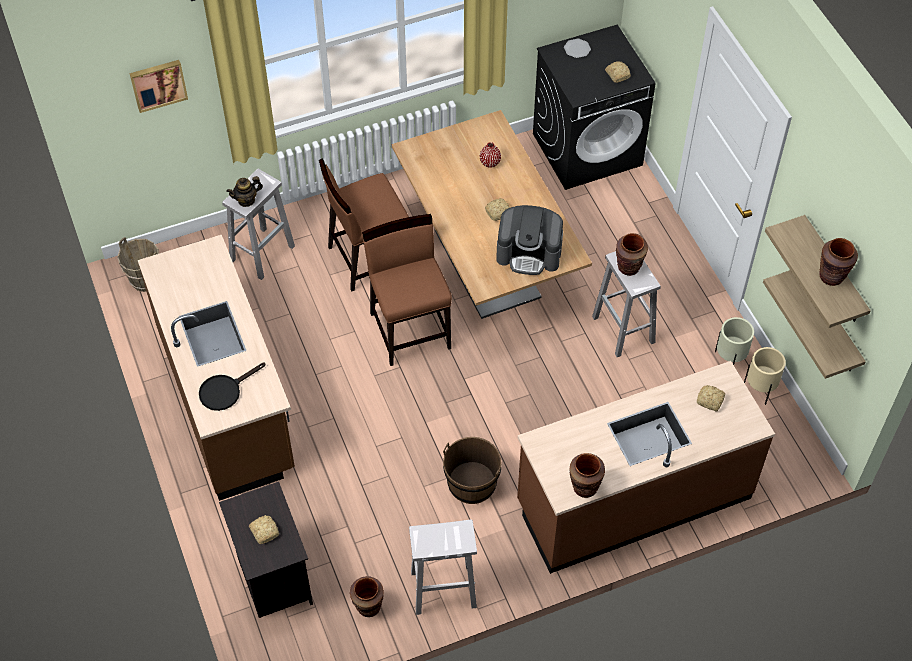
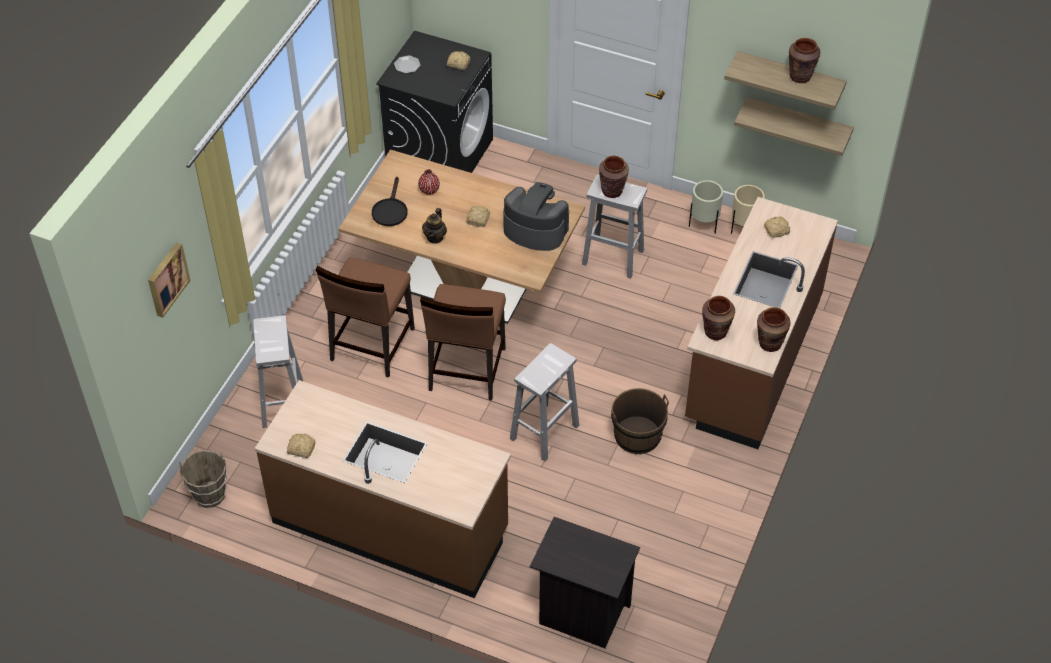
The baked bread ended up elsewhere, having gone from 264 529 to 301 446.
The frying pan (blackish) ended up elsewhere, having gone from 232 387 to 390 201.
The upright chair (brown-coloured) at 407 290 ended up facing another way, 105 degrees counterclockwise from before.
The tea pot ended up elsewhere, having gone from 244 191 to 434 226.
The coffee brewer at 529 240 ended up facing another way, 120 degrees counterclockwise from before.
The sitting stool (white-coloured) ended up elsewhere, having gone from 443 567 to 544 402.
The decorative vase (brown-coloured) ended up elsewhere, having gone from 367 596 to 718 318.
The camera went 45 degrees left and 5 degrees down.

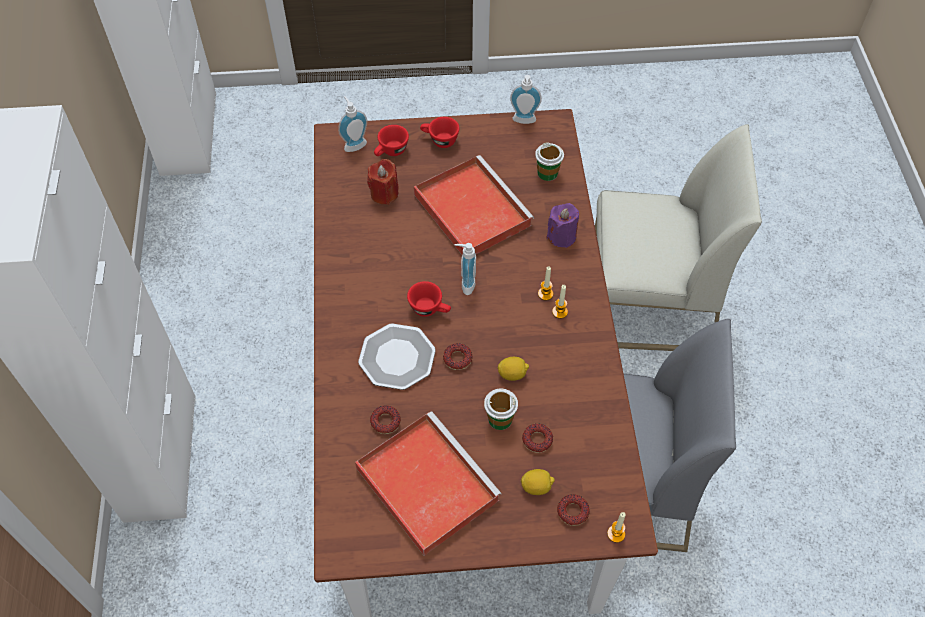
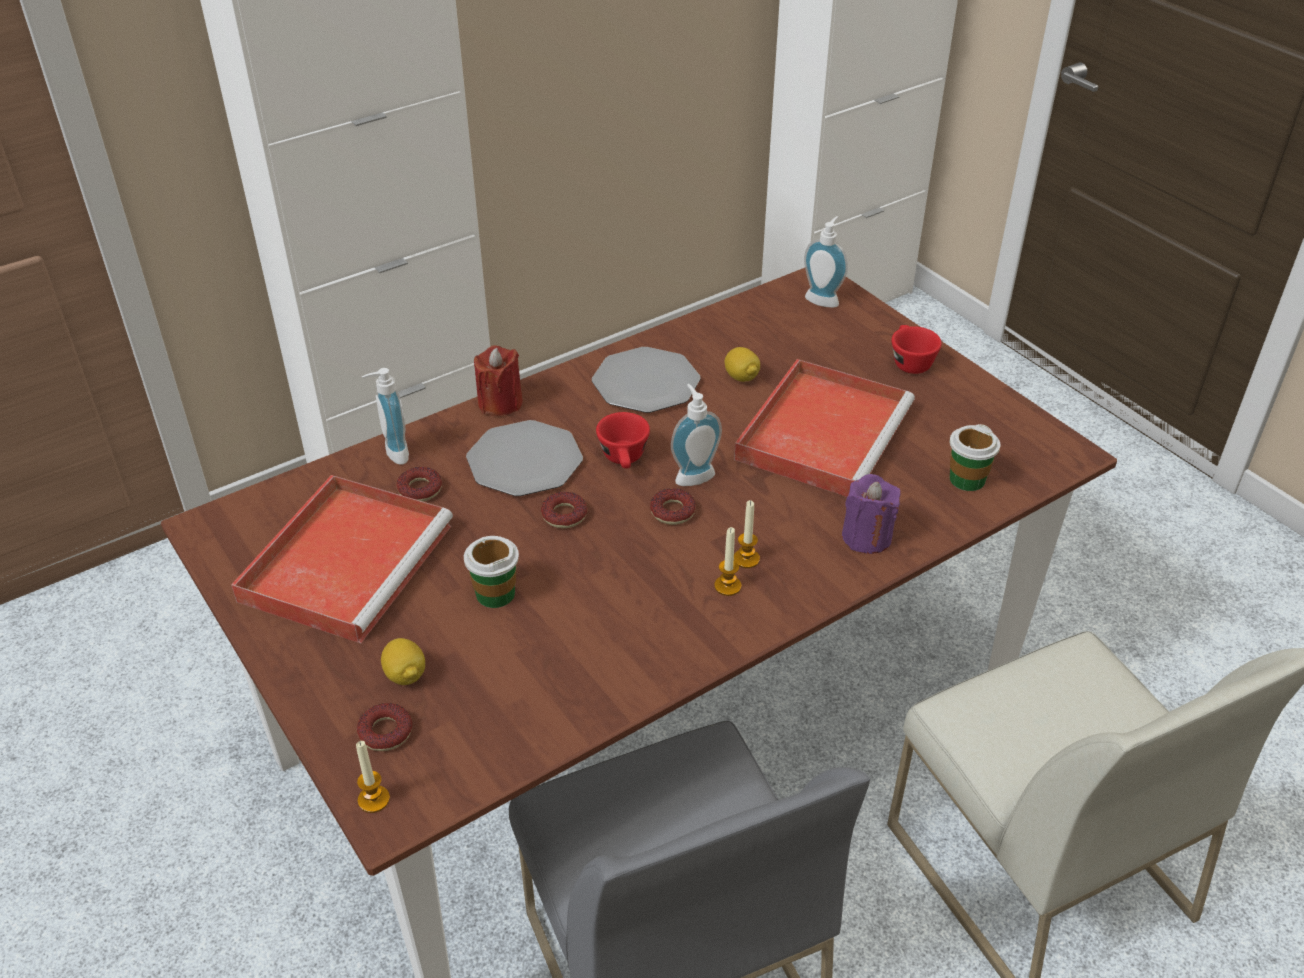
The soap bottle ended up elsewhere, having gone from 526 99 to 385 416.
The wax light (red) ended up elsewhere, having gone from 383 182 to 498 380.
The second view gained the flat dish at 646 380.
The ring doughnut ended up elsewhere, having gone from 537 438 to 673 506.
The lemon ended up elsewhere, having gone from 513 369 to 742 364.
The second view lost the drinking cup (red) at 391 140.
The camera went 60 degrees right and 15 degrees down.

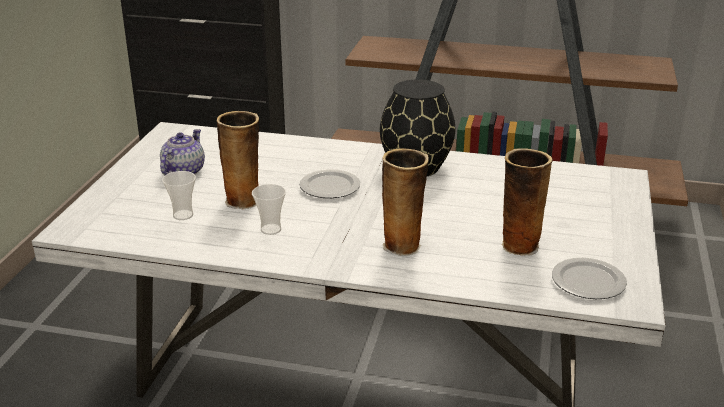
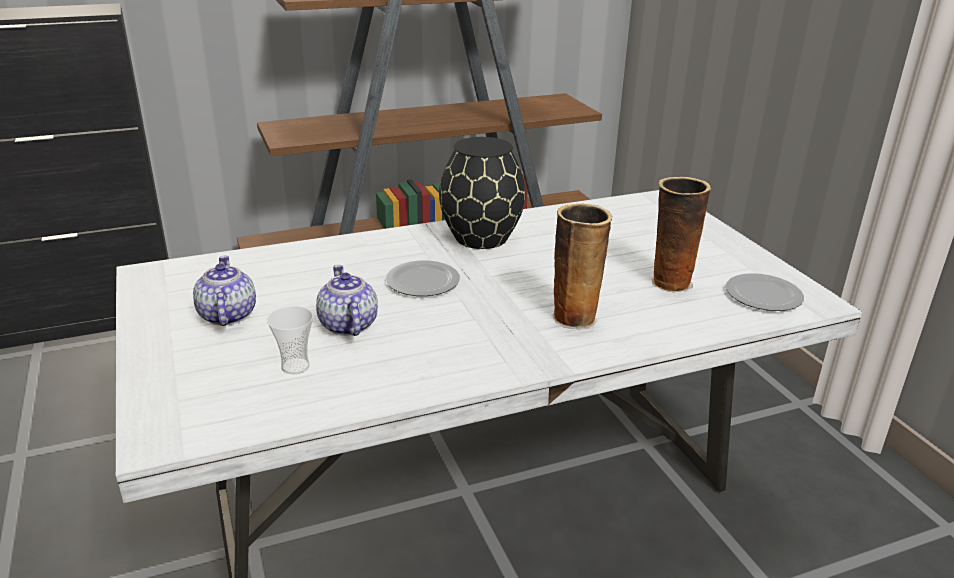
Where the decorative vase stood at 238 160, the tea pot came to stand at 347 300.
The second view lost the drinking cup at 269 209.
The camera went 35 degrees left and 0 degrees up.

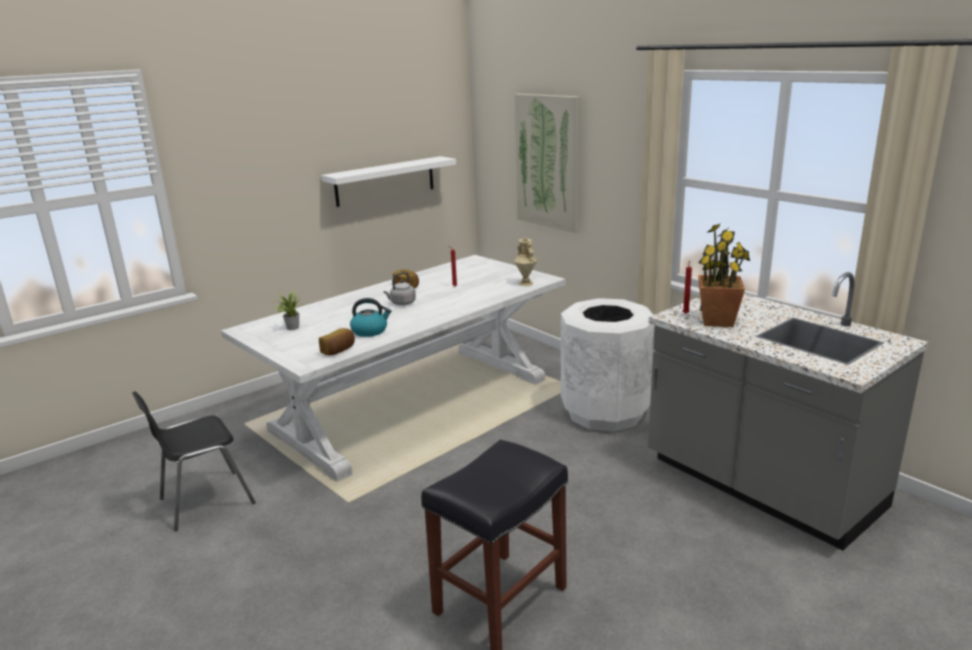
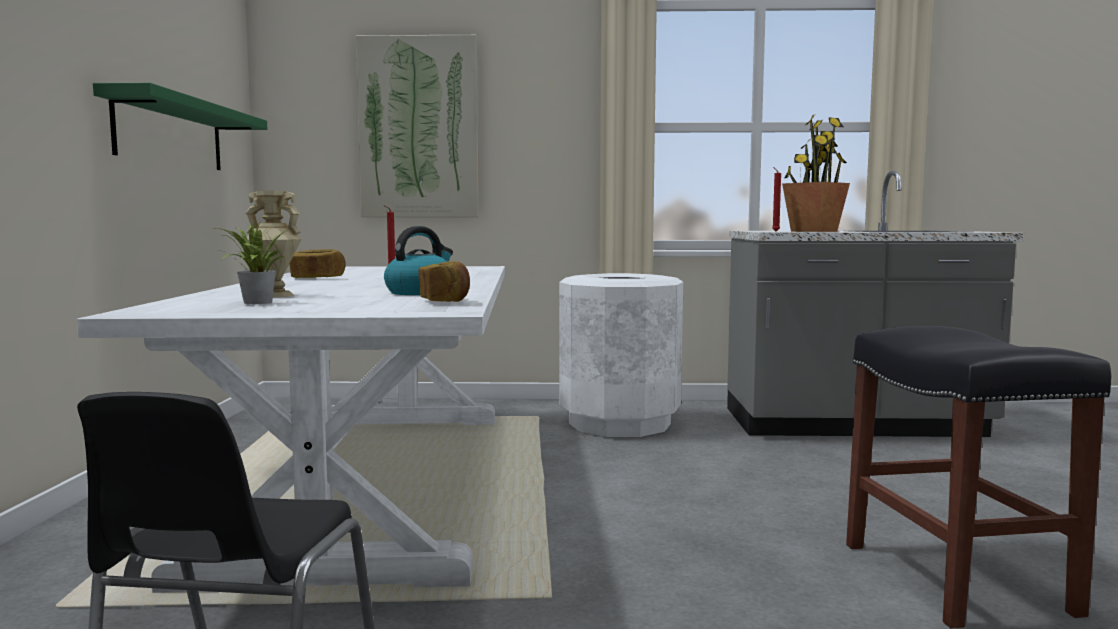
What was the bracket shelf (white-coloured) at 388 181 turned into the bracket shelf (green) at 180 126.
The decorative vase (beige) ended up elsewhere, having gone from 525 262 to 274 244.
The second view lost the kettle (grey) at 400 288.
The camera went 50 degrees left and 15 degrees down.

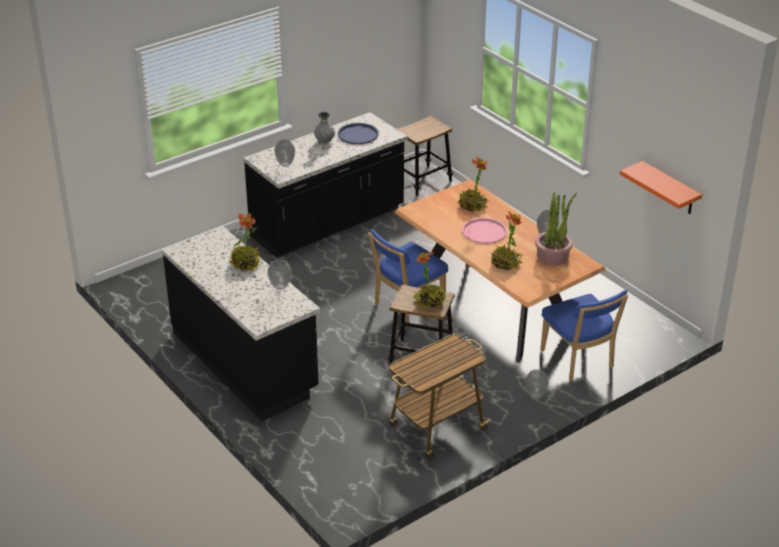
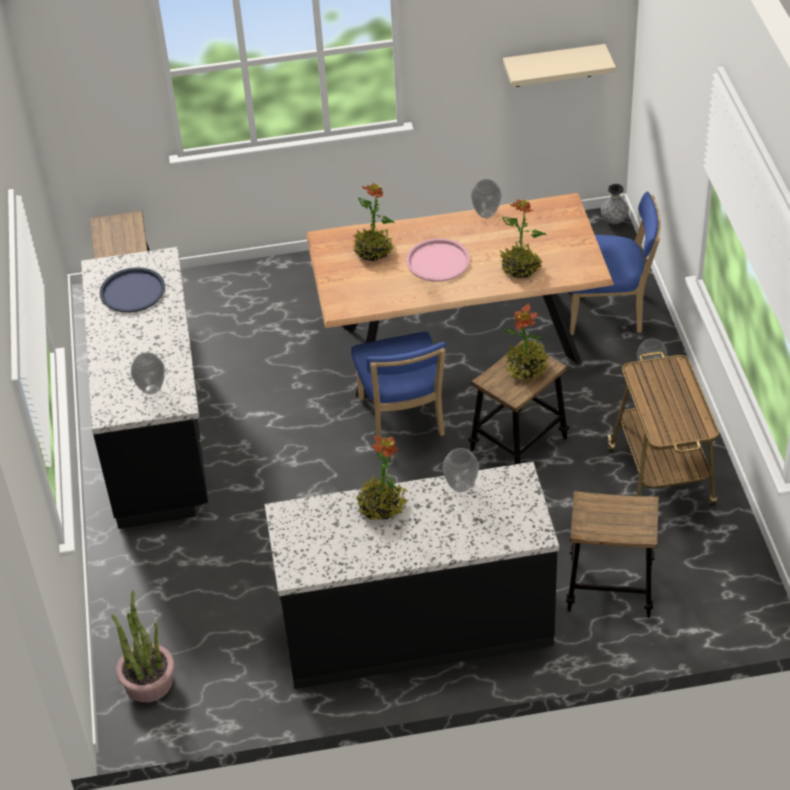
The potted plant ended up elsewhere, having gone from 556 228 to 142 646.
What was the bracket shelf (orange-coloured) at 661 187 turned into the bracket shelf (beige) at 559 65.
The second view gained the sitting stool at 612 554.
The decorative vase (grey) ended up elsewhere, having gone from 324 127 to 615 204.
The camera went 60 degrees left and 10 degrees up.

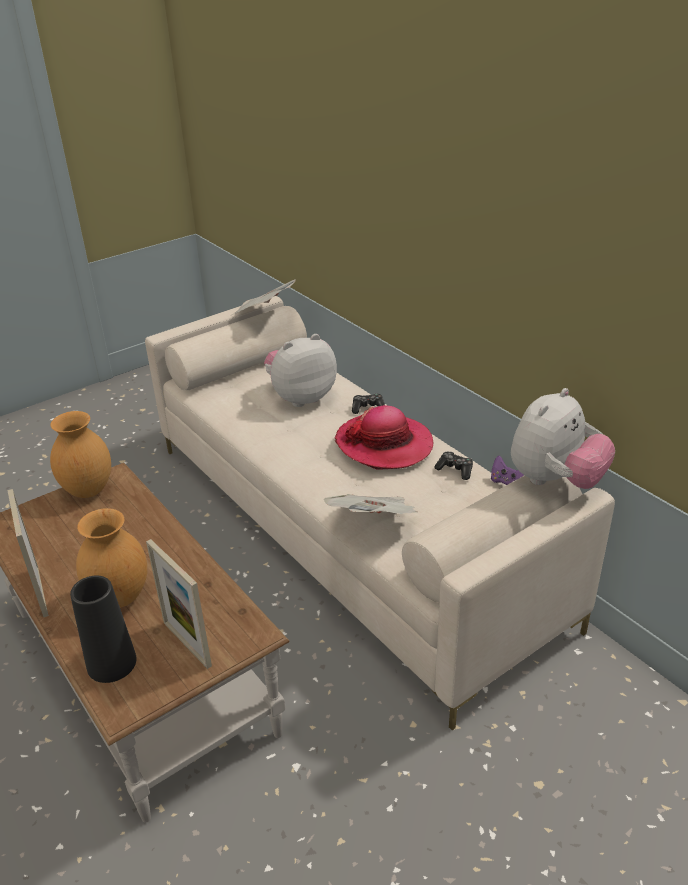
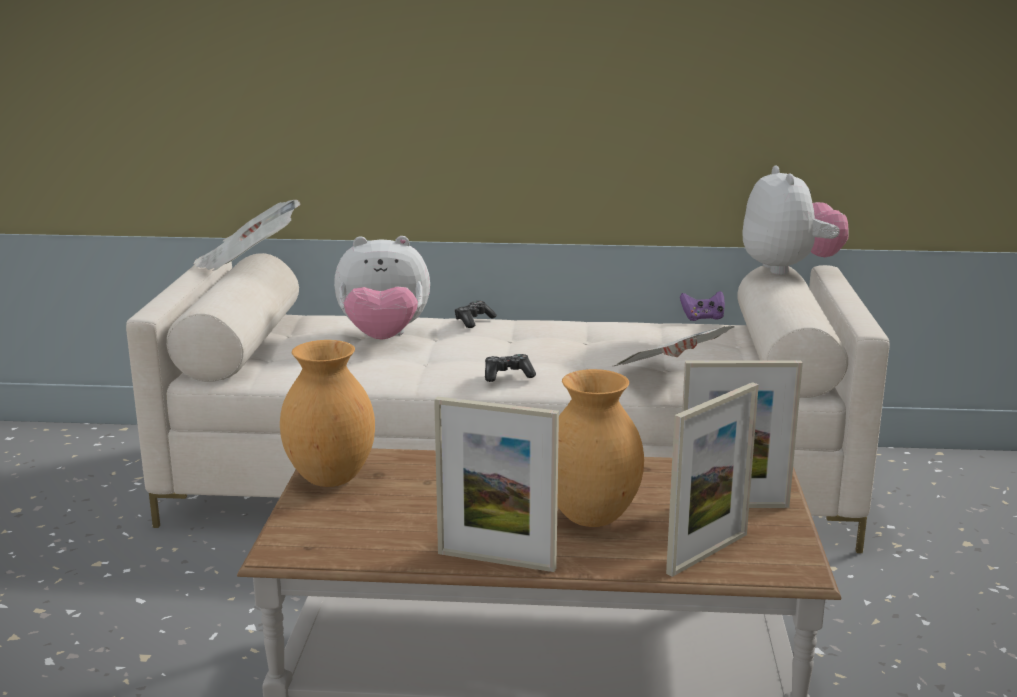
The soft toy at 300 370 ended up facing another way, 105 degrees counterclockwise from before.
The game controller ended up elsewhere, having gone from 453 466 to 510 368.
Where the decorative vase (blackish) stood at 103 629, the standing frame came to stand at 712 479.
The second view lost the clothing hat at 383 437.
The camera went 50 degrees left and 15 degrees down.

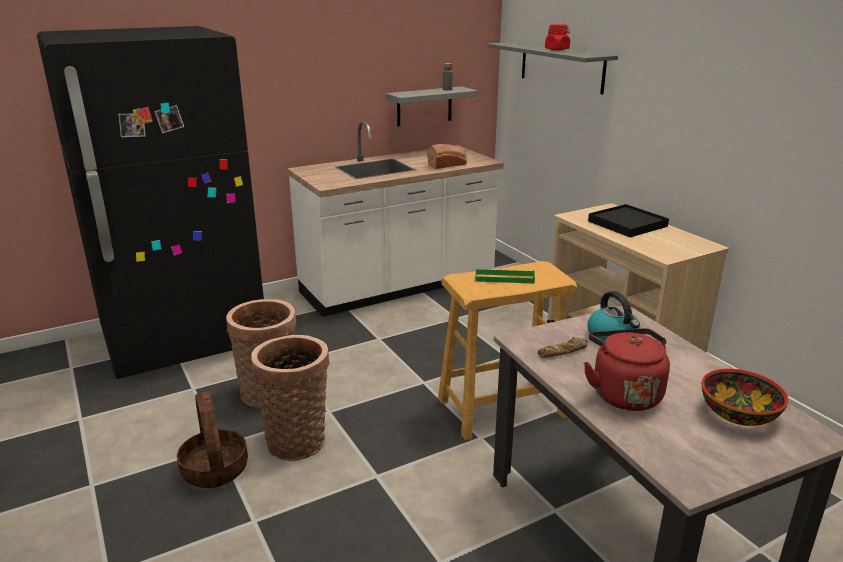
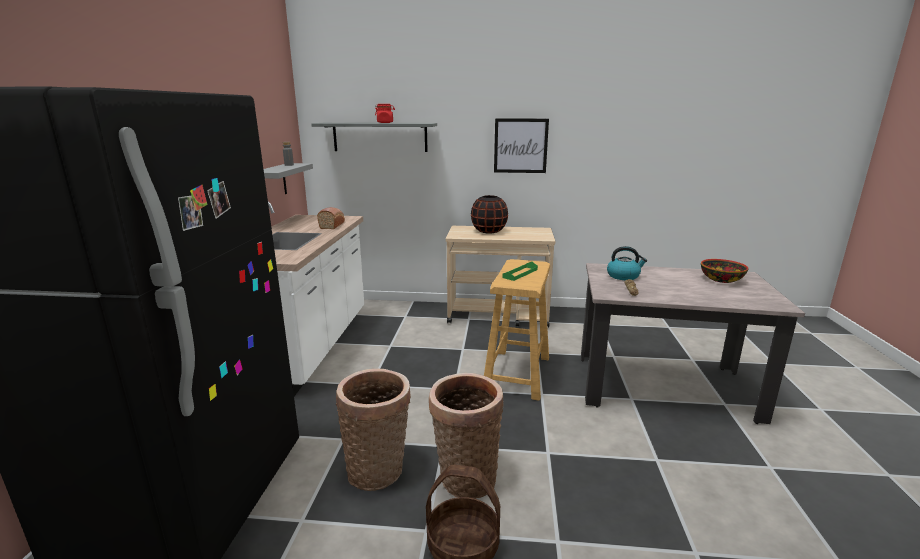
Where the tray (blackish) stood at 628 220, the decorative vase (blackish) came to stand at 489 214.
The second view gained the picture at 521 145.
The second view lost the kettle (red) at 627 369.
The camera went 55 degrees left and 5 degrees down.

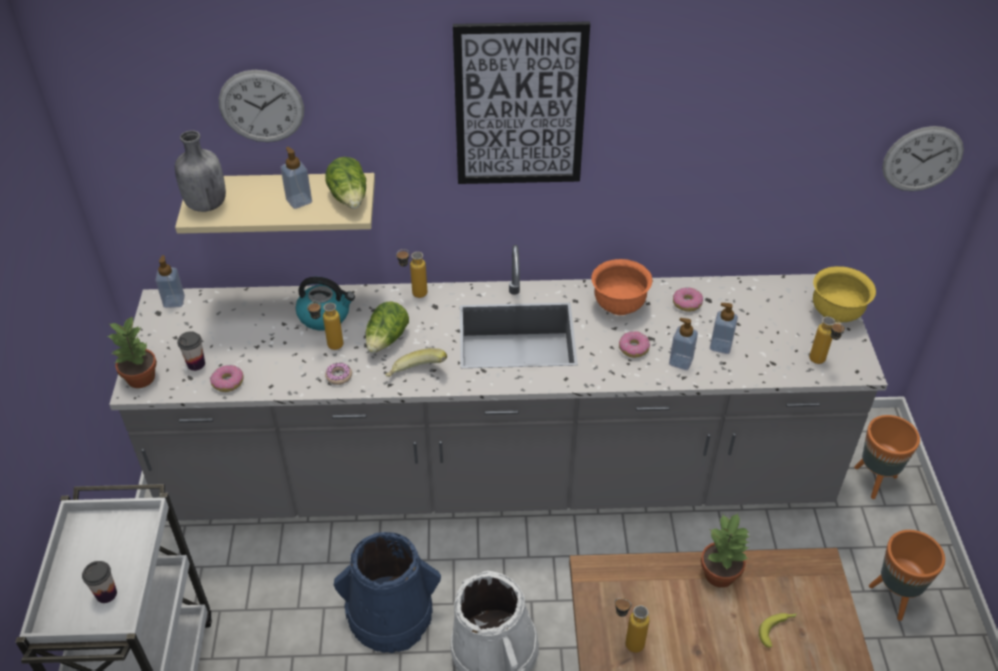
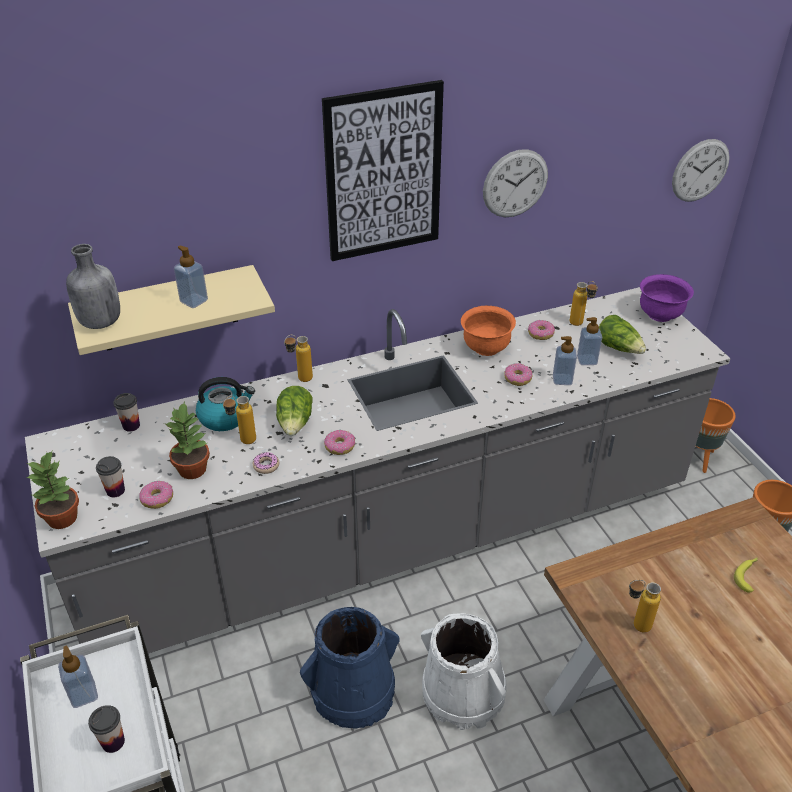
The soap bottle ended up elsewhere, having gone from 170 281 to 78 677.
The second view gained the drinking cup at 126 412.
The potted plant ended up elsewhere, having gone from 726 550 to 187 440.
Where the whole banana stood at 416 362, the ring doughnut came to stand at 339 442.
The wall clock ended up elsewhere, having gone from 261 106 to 515 183.
The drink bottle ended up elsewhere, having gone from 827 340 to 583 303.
The head of lettuce ended up elsewhere, having gone from 345 183 to 622 334.
What was the bowl (yellow-coloured) at 844 294 turned into the bowl (purple) at 667 298.
The camera went 20 degrees left and 5 degrees down.

